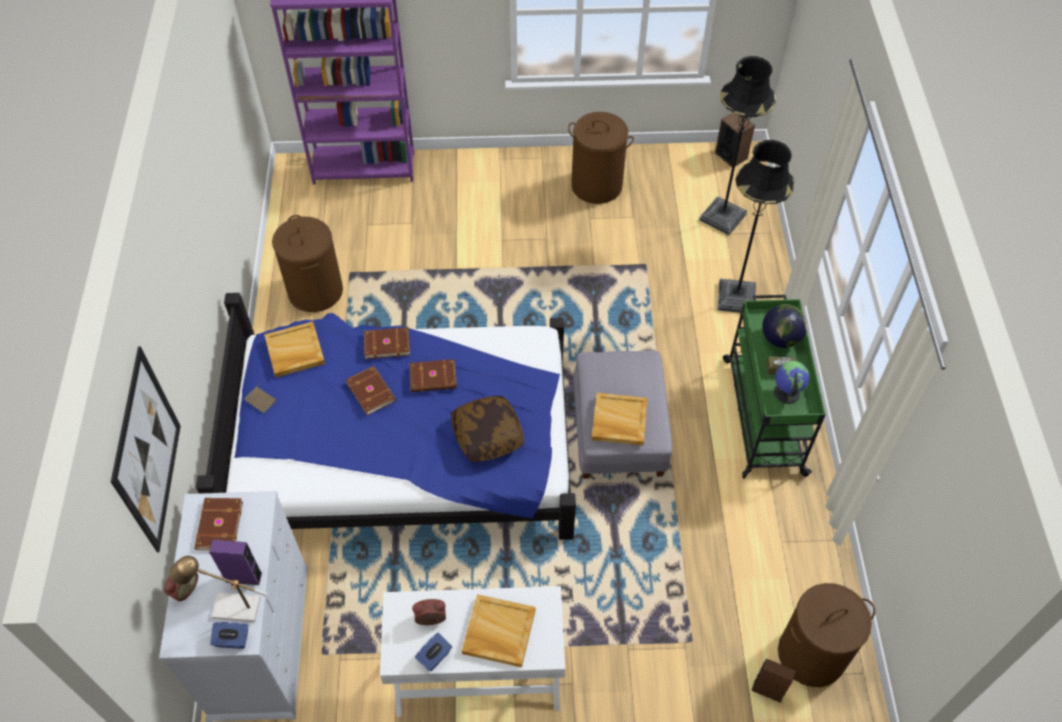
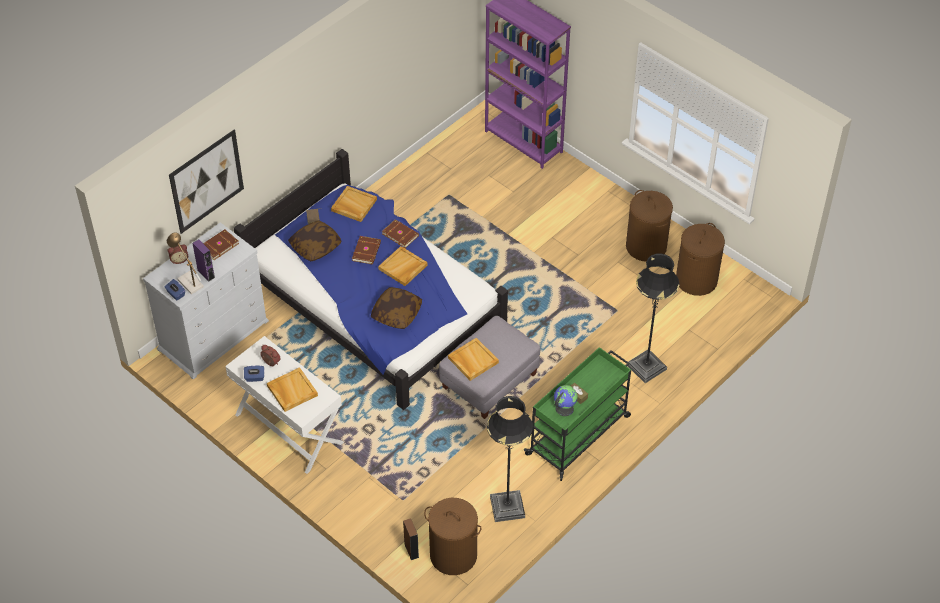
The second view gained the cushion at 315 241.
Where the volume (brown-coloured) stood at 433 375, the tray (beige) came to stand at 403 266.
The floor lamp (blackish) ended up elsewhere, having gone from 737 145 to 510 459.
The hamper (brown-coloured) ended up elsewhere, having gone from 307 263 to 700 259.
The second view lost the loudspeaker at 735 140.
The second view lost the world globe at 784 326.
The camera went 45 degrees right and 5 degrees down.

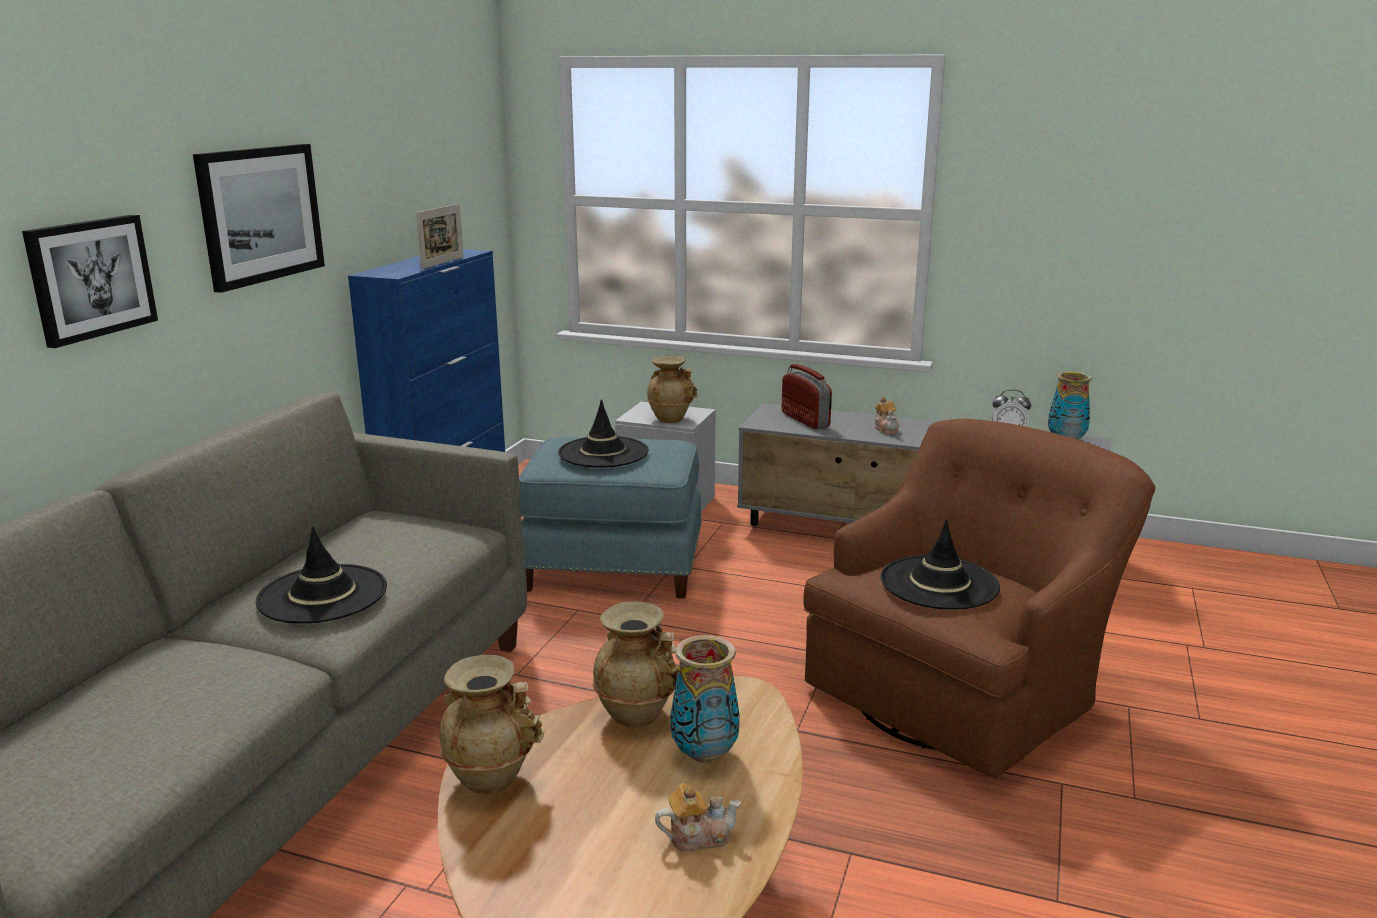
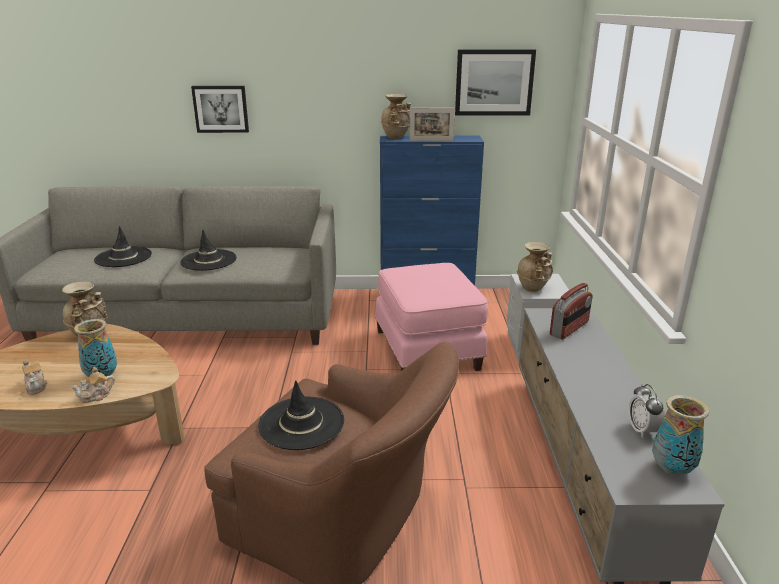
The tea pot ended up elsewhere, having gone from 887 416 to 93 385.
The clothing hat (blackish) ended up elsewhere, having gone from 603 433 to 123 246.
What was the ottoman (bluish) at 610 517 turned into the ottoman (pink-coloured) at 431 317.
The decorative vase (beige) ended up elsewhere, having gone from 636 664 to 396 116.
The picture ended up elsewhere, having gone from 259 218 to 495 83.
The camera went 70 degrees right and 5 degrees up.

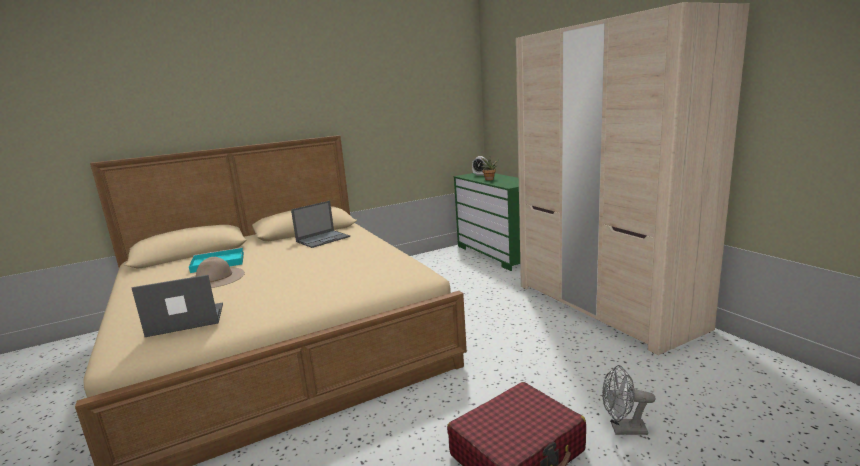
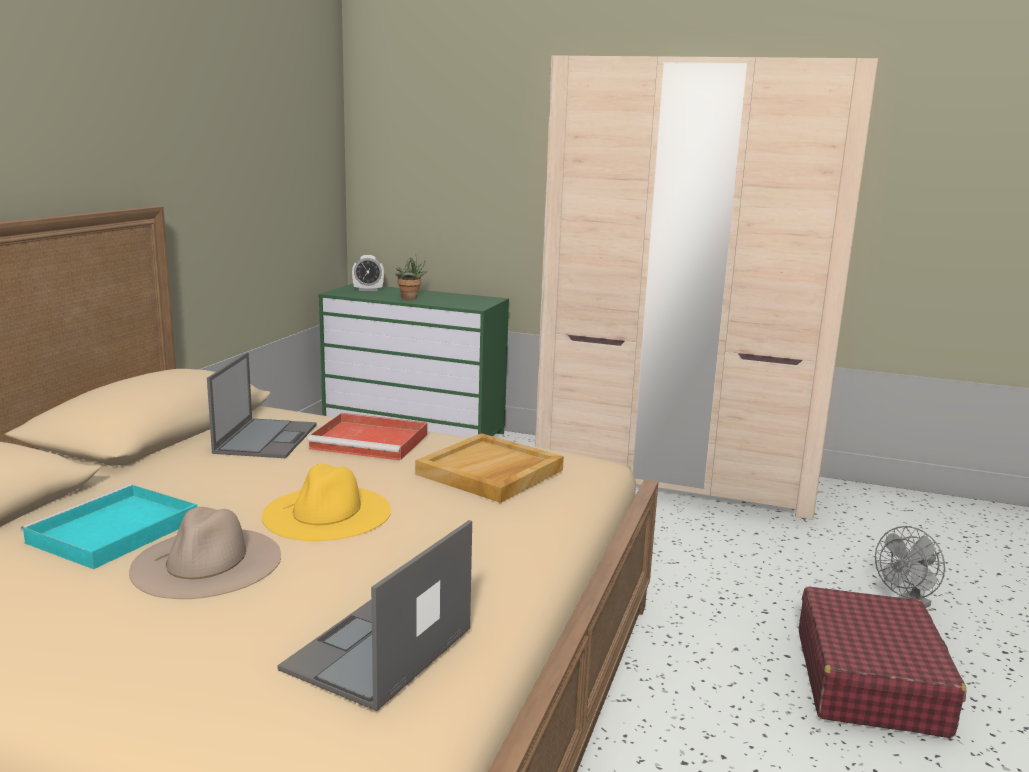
The second view gained the clothing hat (yellow-coloured) at 326 502.
The second view gained the tray (red) at 367 437.
The second view gained the tray (beige) at 489 468.
The camera went 45 degrees left and 0 degrees up.

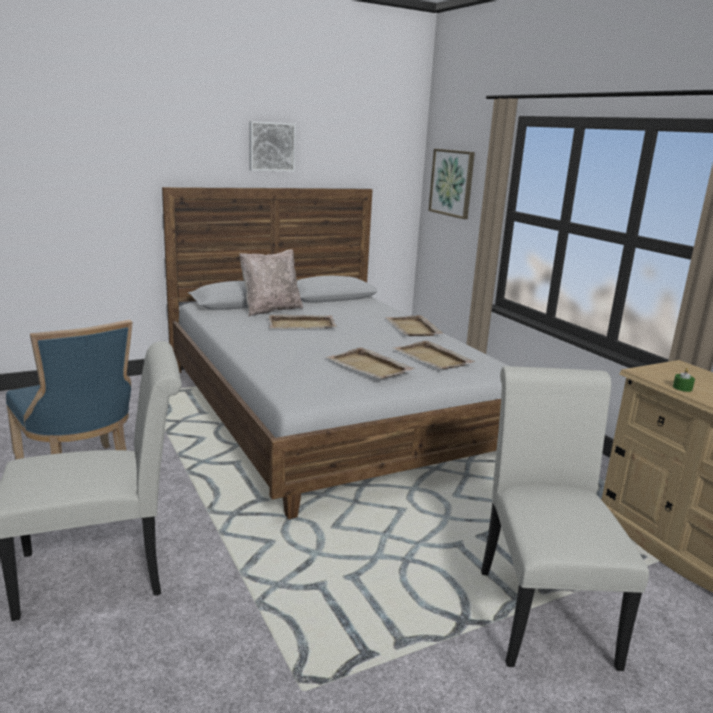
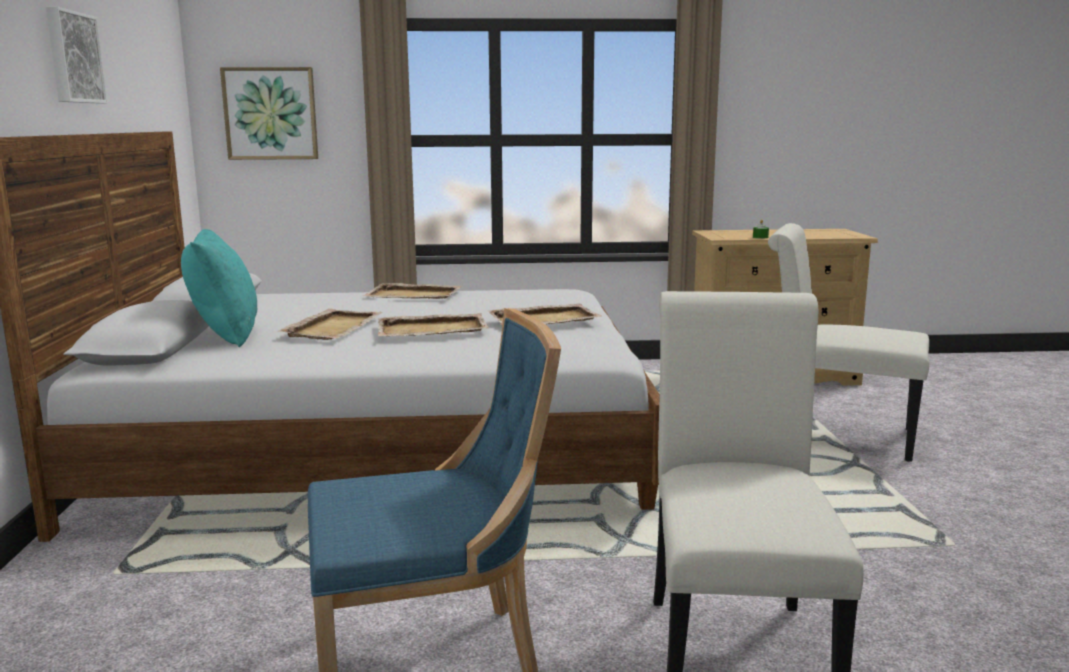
What was the cushion (beige) at 271 282 turned into the cushion (turquoise-coloured) at 219 288.
The tray (beige) ended up elsewhere, having gone from 434 354 to 433 324.
The camera went 65 degrees left and 5 degrees down.

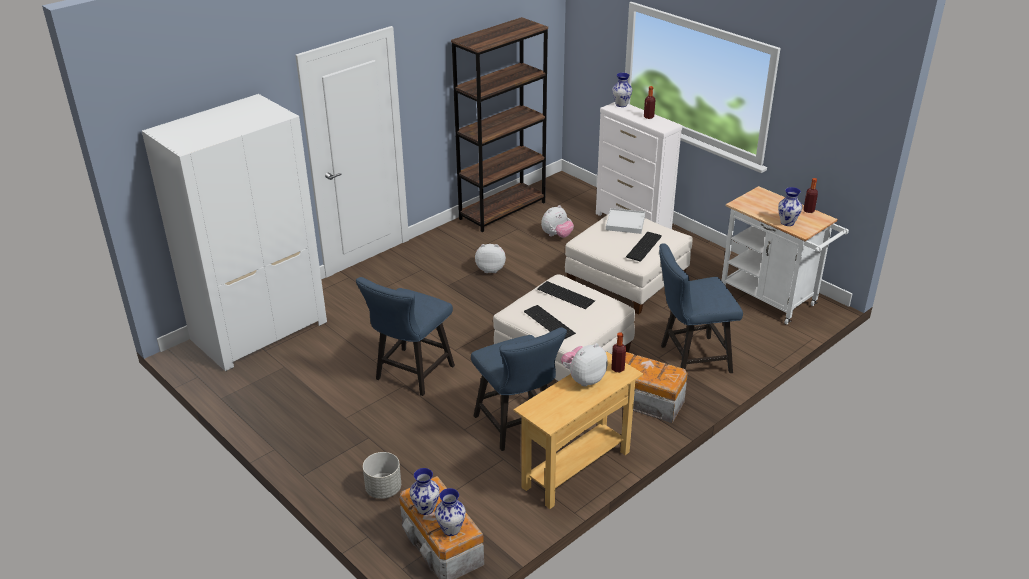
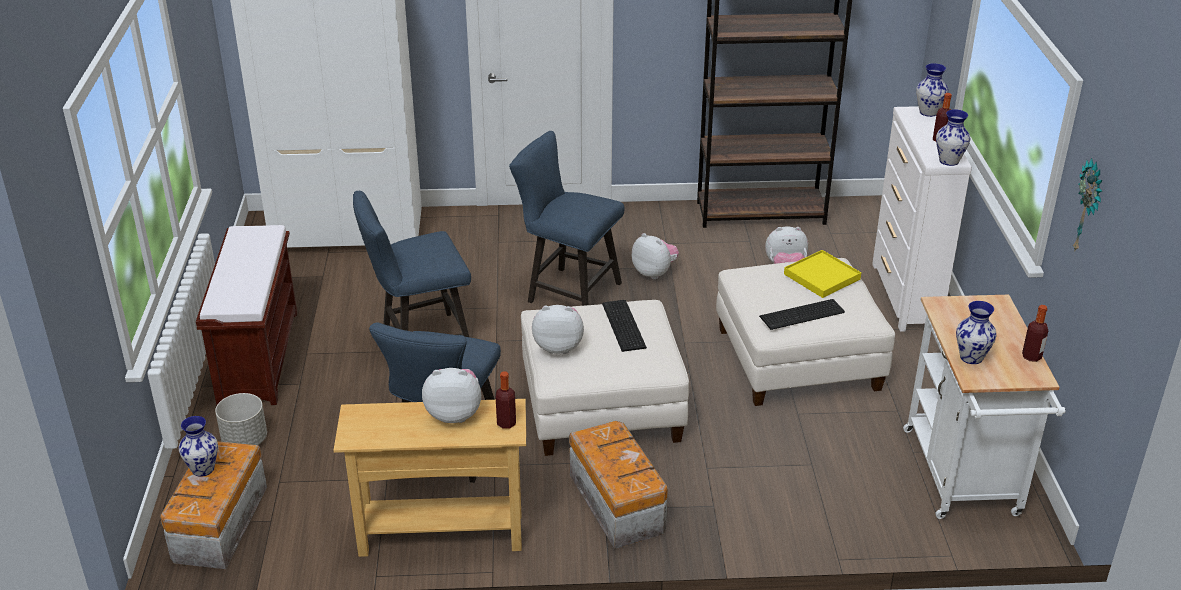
The second view gained the long seat (brown-coloured) at 246 315.
The upright chair (bluish) ended up elsewhere, having gone from 701 308 to 566 218.
Where the PC keyboard stood at 550 322, the soft toy came to stand at 558 329.
What was the tray (white-coloured) at 625 221 turned into the tray (yellow-coloured) at 822 274.
The decorative vase ended up elsewhere, having gone from 450 512 to 953 137.
The second view gained the wall clock at 1087 205.
The camera went 40 degrees right and 0 degrees up.

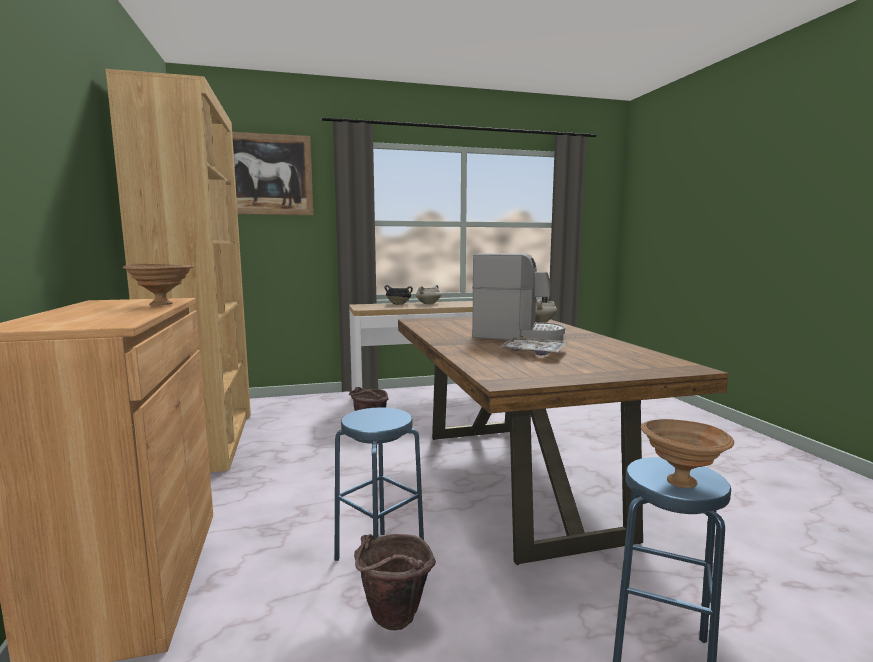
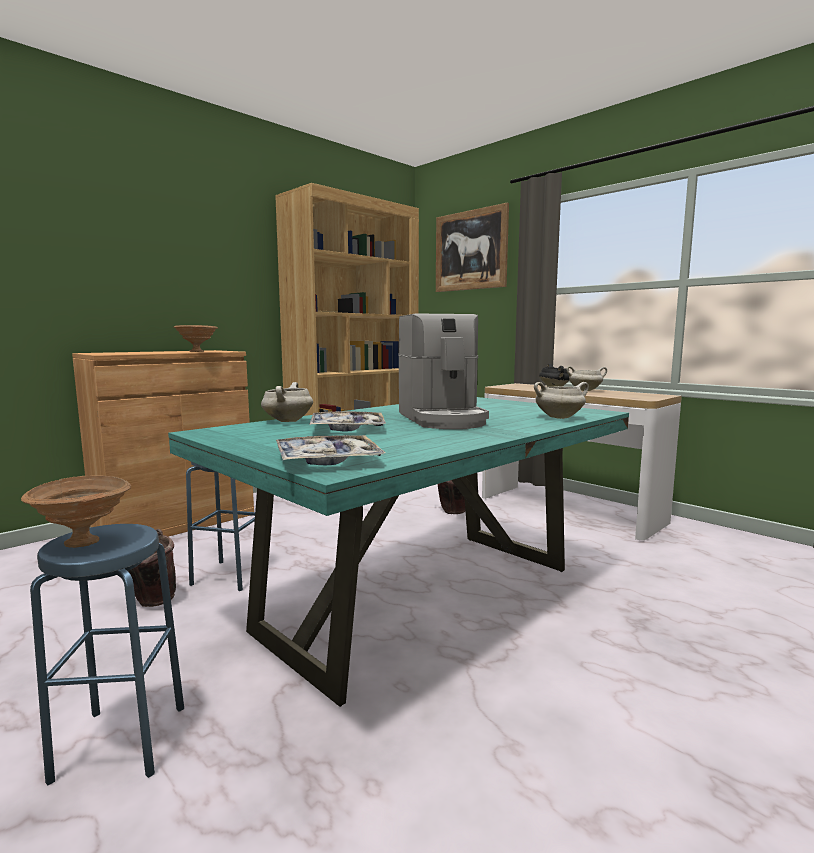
What was the kitchen table (brown-coloured) at 563 440 turned into the kitchen table (turquoise-coloured) at 398 552.
The second view gained the stockpot (white-coloured) at 287 402.
The second view gained the tray at 331 450.
The camera went 60 degrees right and 0 degrees up.

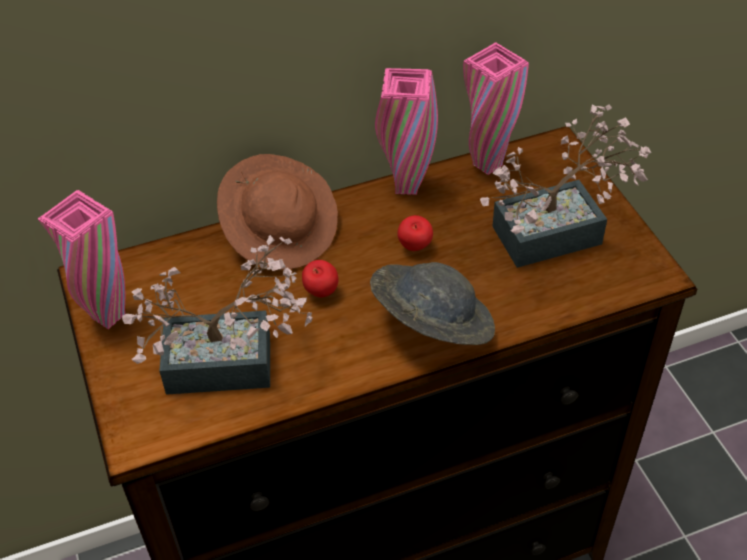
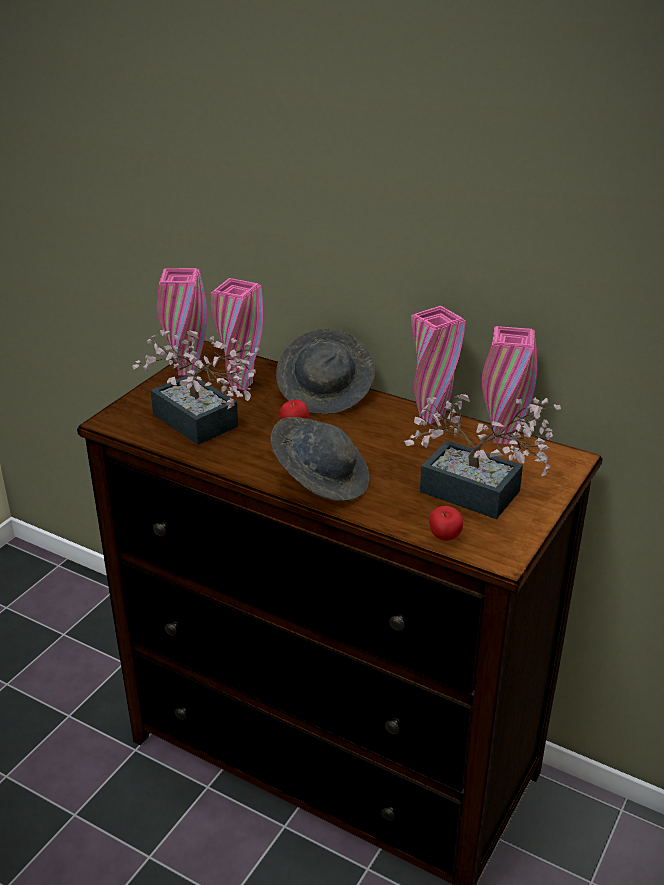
The second view gained the decorative vase (pink-coloured) at 237 334.
What was the clothing hat (brown-coloured) at 277 212 turned into the clothing hat (grey) at 325 371.
The apple fruit ended up elsewhere, having gone from 415 233 to 446 523.
The camera went 50 degrees right and 15 degrees down.

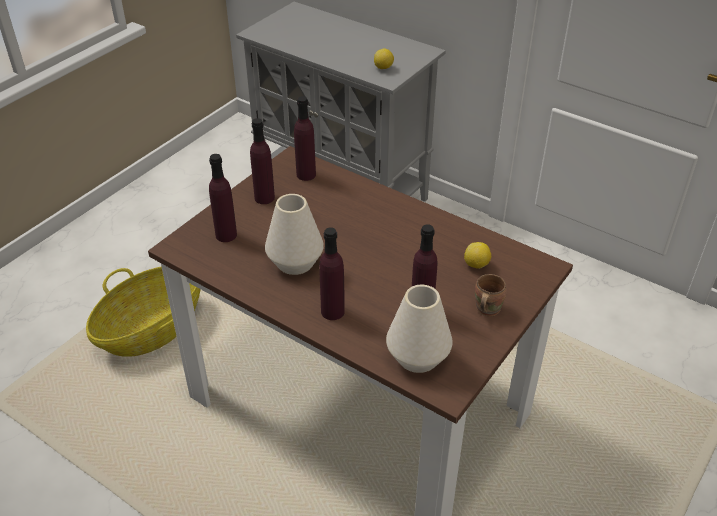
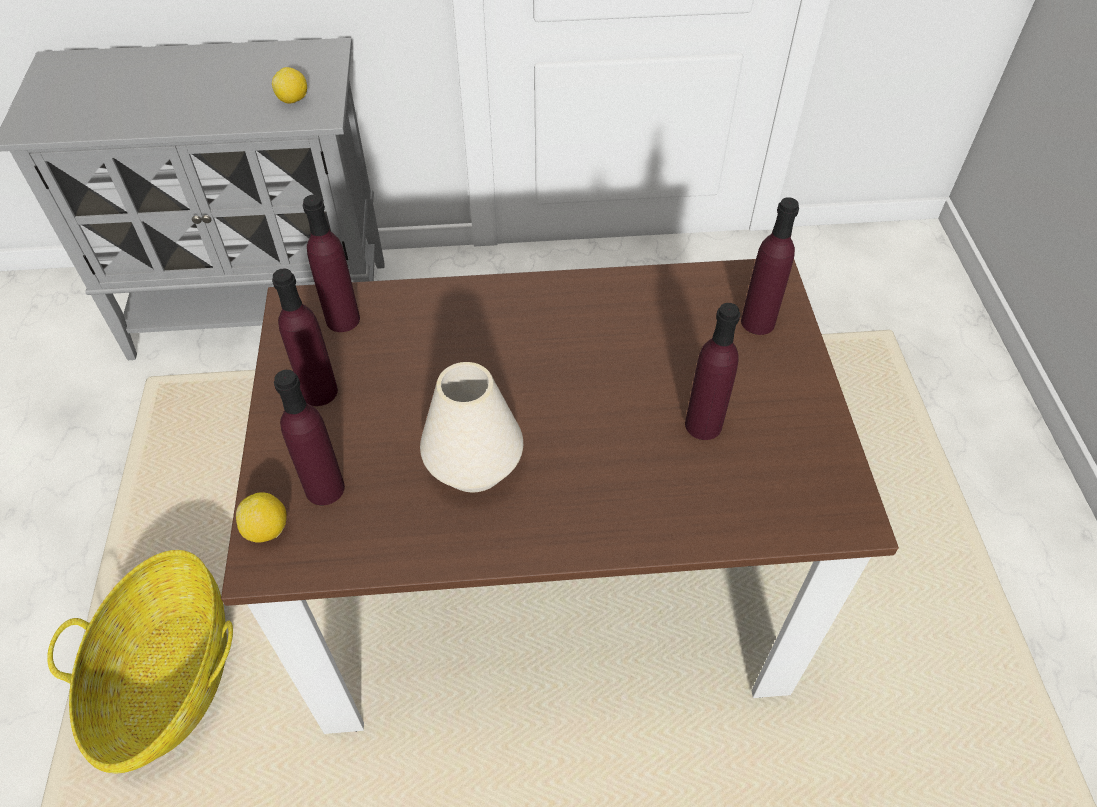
The lemon ended up elsewhere, having gone from 477 255 to 261 517.
The drink bottle (purple) ended up elsewhere, having gone from 332 273 to 770 266.
The second view lost the decorative vase (white-coloured) at 419 329.
The second view lost the mug (brown-coloured) at 491 295.
The camera went 40 degrees left and 10 degrees up.

